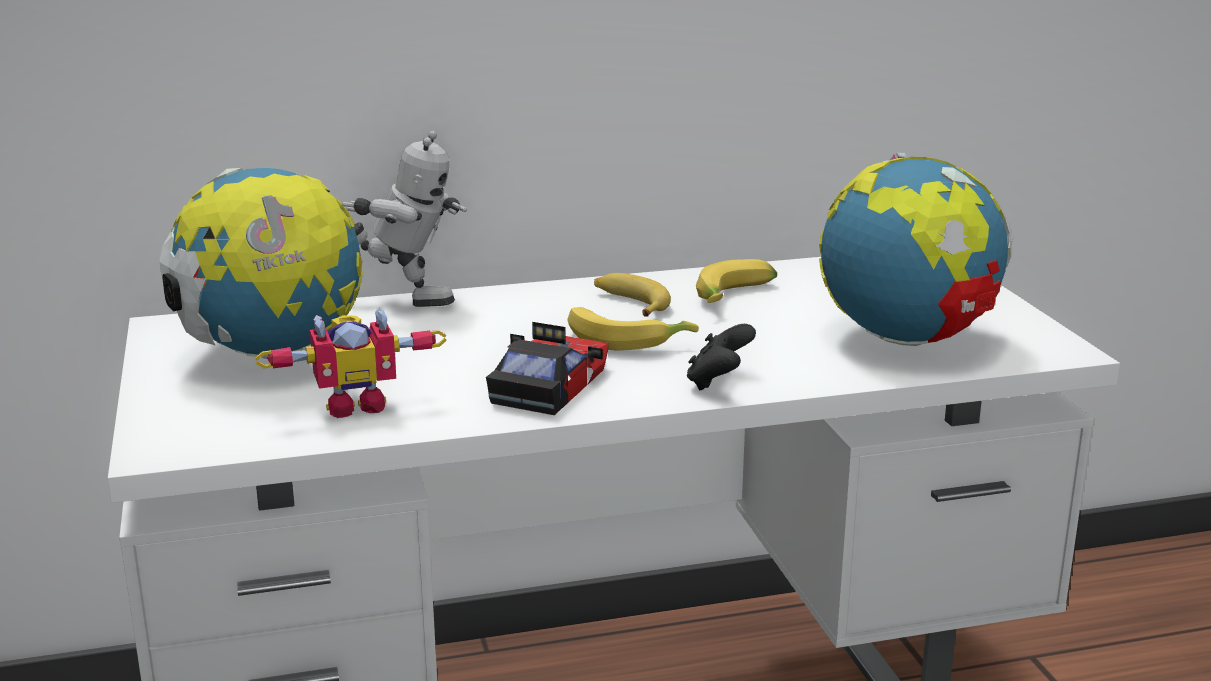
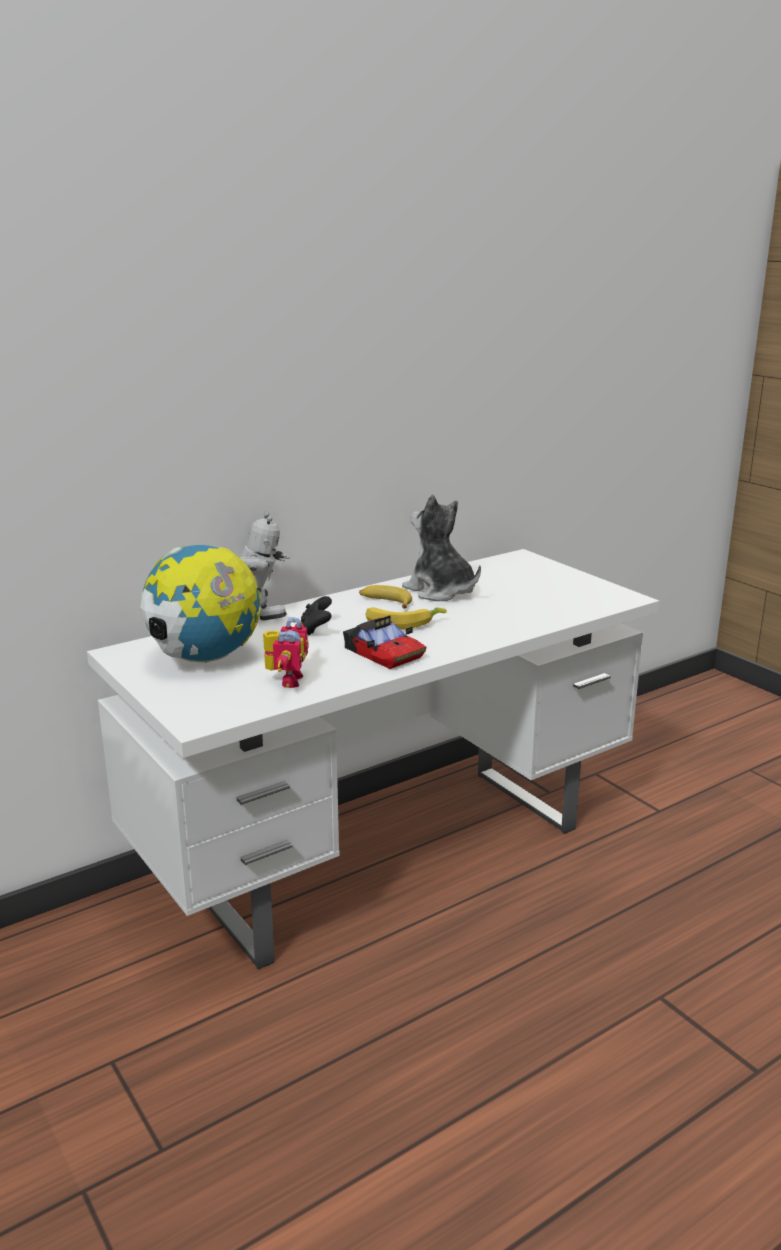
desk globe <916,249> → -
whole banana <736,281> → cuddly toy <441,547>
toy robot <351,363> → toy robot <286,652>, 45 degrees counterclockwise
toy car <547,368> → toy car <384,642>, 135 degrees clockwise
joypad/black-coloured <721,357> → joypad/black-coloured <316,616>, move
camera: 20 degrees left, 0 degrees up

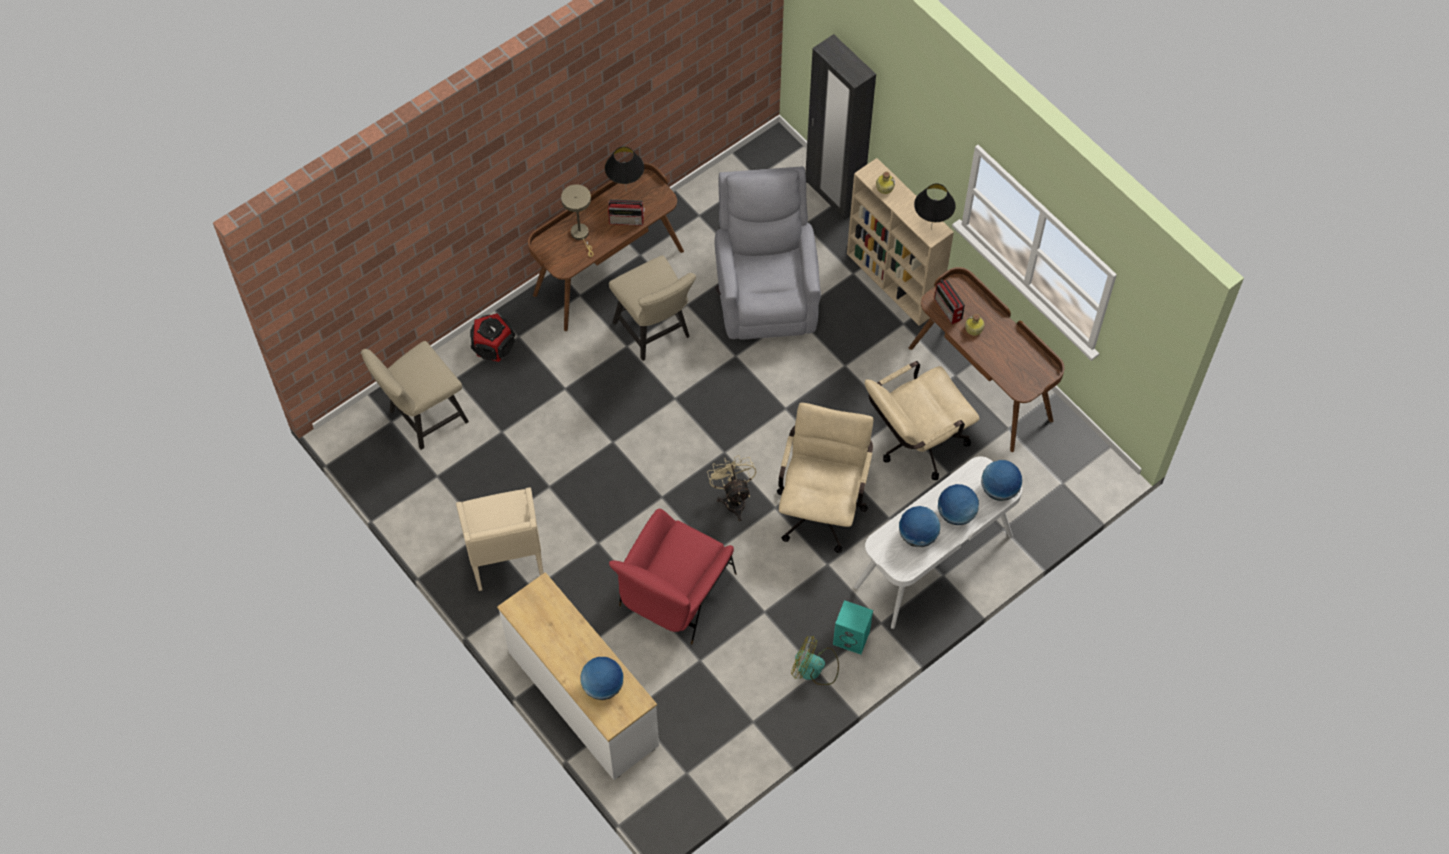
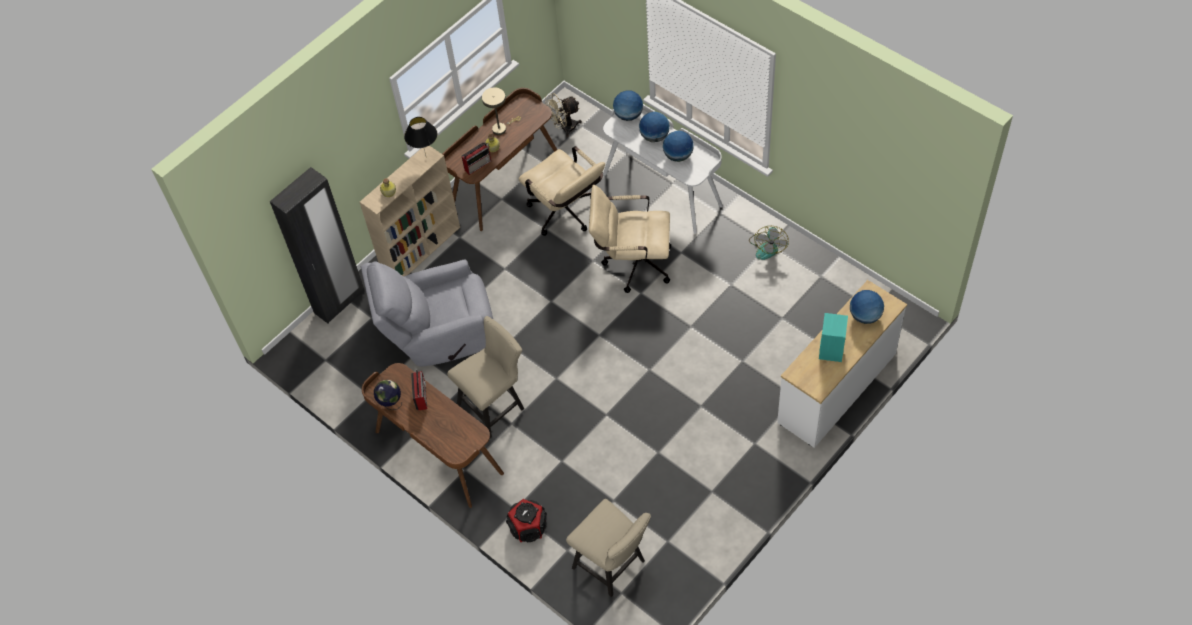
lamp for a table/black-coloured <624,166> → desk globe <388,395>
lamp for a table/sand-coloured <577,220> → lamp for a table/sand-coloured <501,111>, move
fan/sand-coloured <731,488> → fan/sand-coloured <563,115>, move
lounge chair/sand-coloured <499,539> → -
lounge chair/red <673,577> → -
audio speaker/turquoise <853,627> → audio speaker/turquoise <833,337>, move
camera: 95 degrees left, 5 degrees down

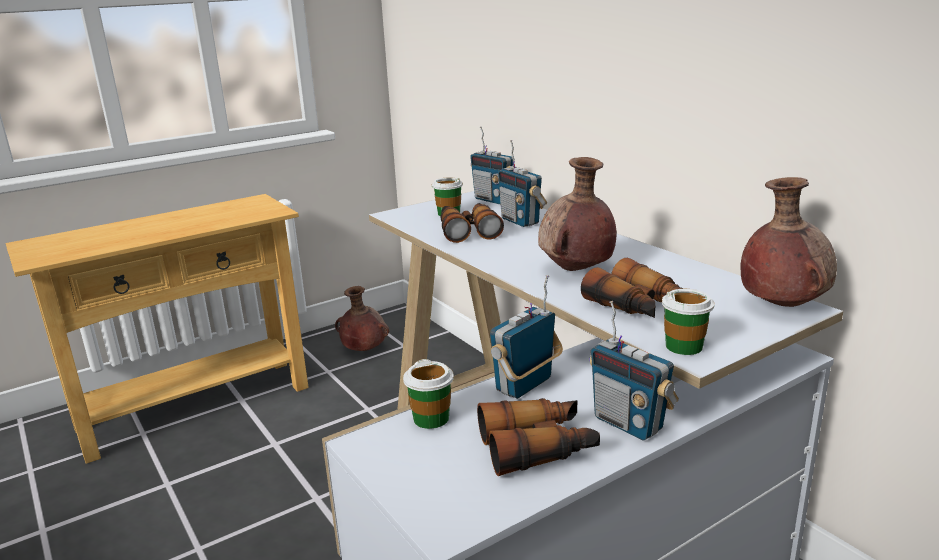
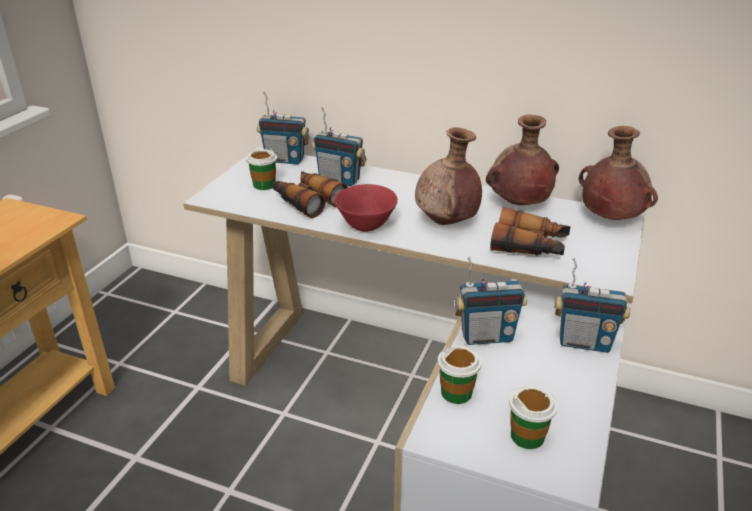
radio <526,337> → radio <490,300>, 105 degrees counterclockwise
flower vase/brownish <362,318> → flower vase/brownish <522,159>, move
drinking cup <688,322> → drinking cup <533,417>, move
pair of binoculars <538,437> → -
- → deep dish/red <366,208>
camera: 35 degrees left, 10 degrees up

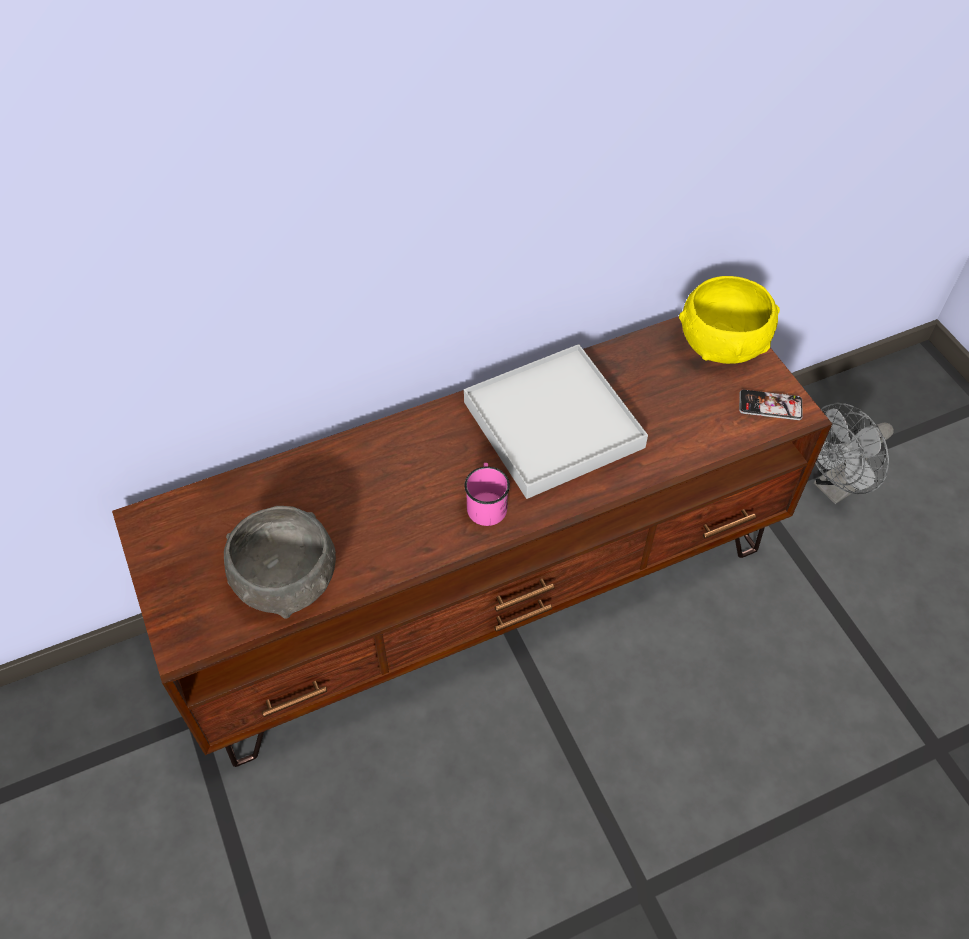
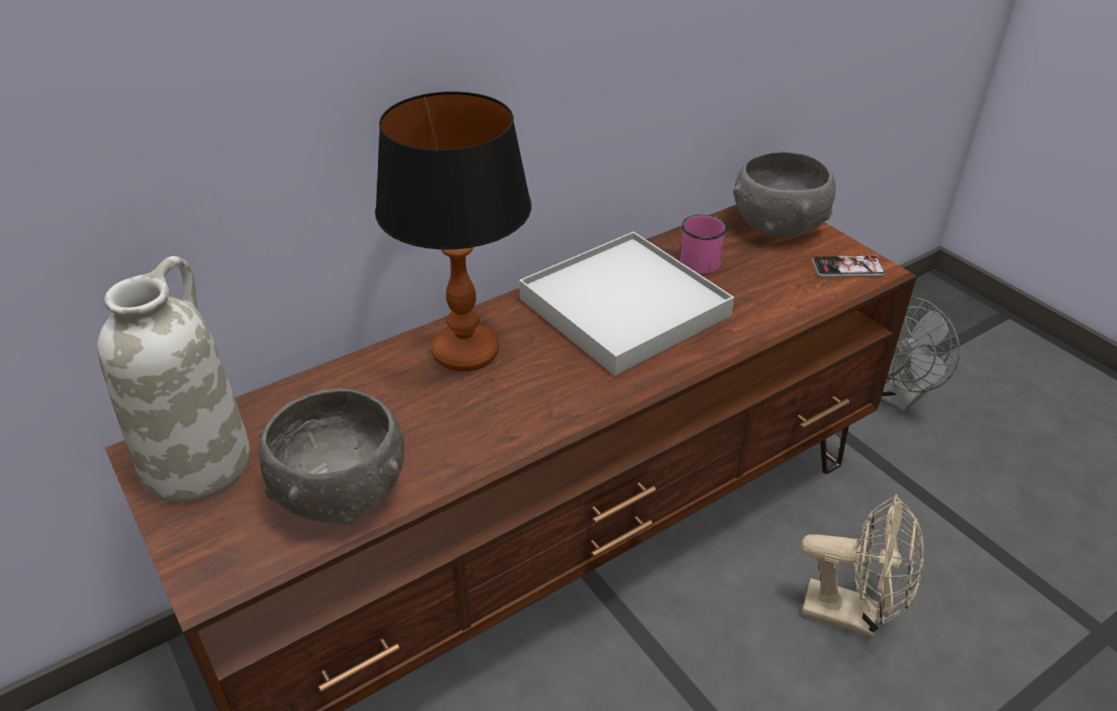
deep dish/yellowish <729,320> → deep dish/gray <784,194>
coffee mug/pink-coloured <487,494> → coffee mug/pink-coloured <703,244>, move
- → lamp for a table <453,231>
- → flower vase/whitish <174,379>
- → fan/sand-coloured <862,565>
camera: 10 degrees left, 15 degrees down

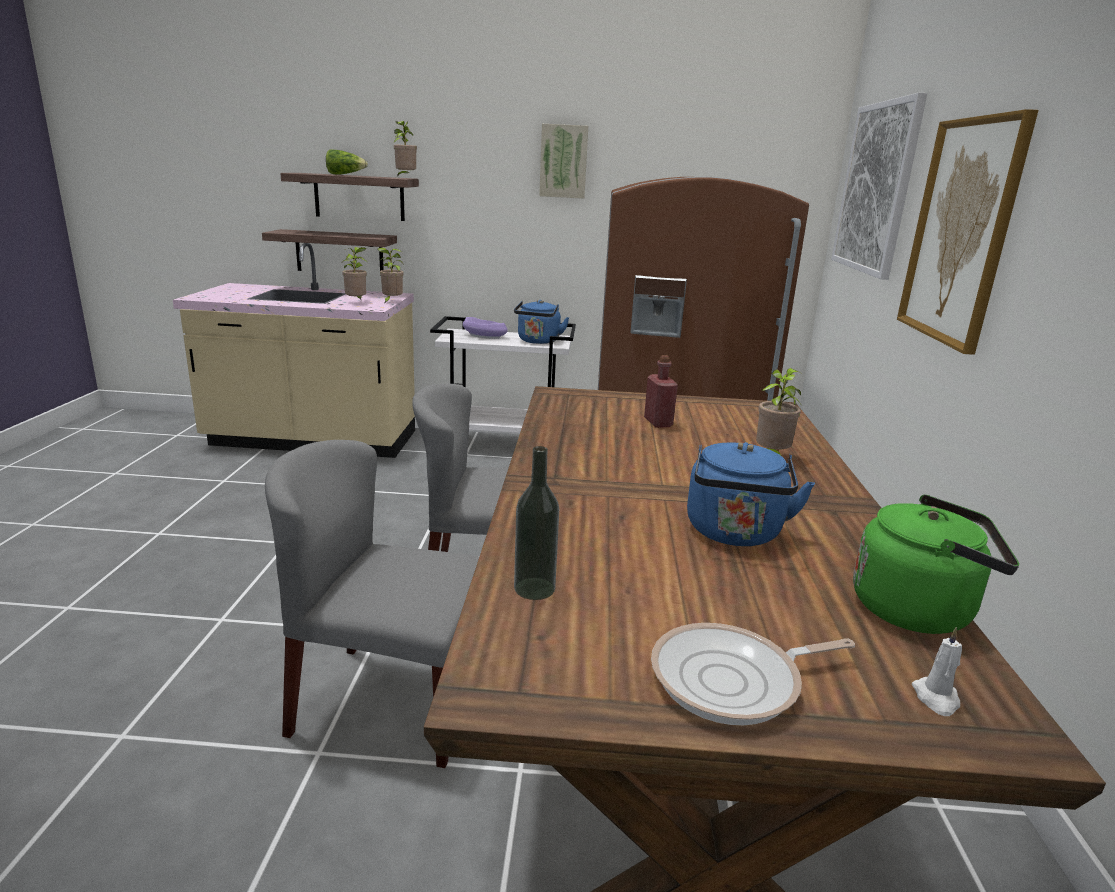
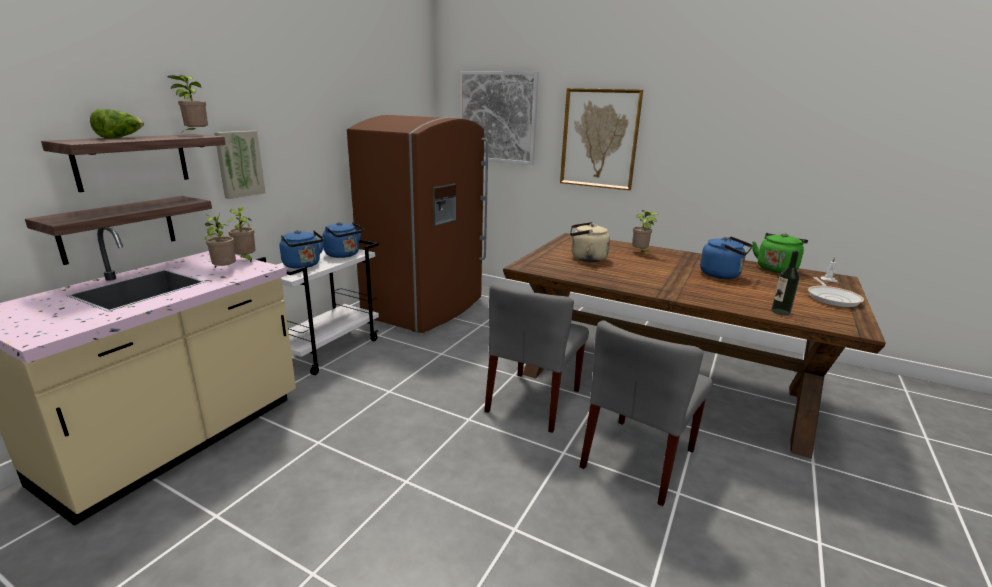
wall art <563,161> → wall art <239,165>, move
deep dish/purplish <485,328> → kettle/blue <301,249>
bottle/red <661,391> → kettle/sand-coloured <590,242>
camera: 65 degrees left, 0 degrees up

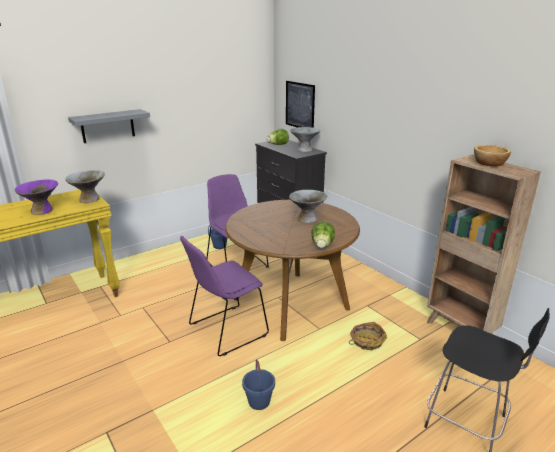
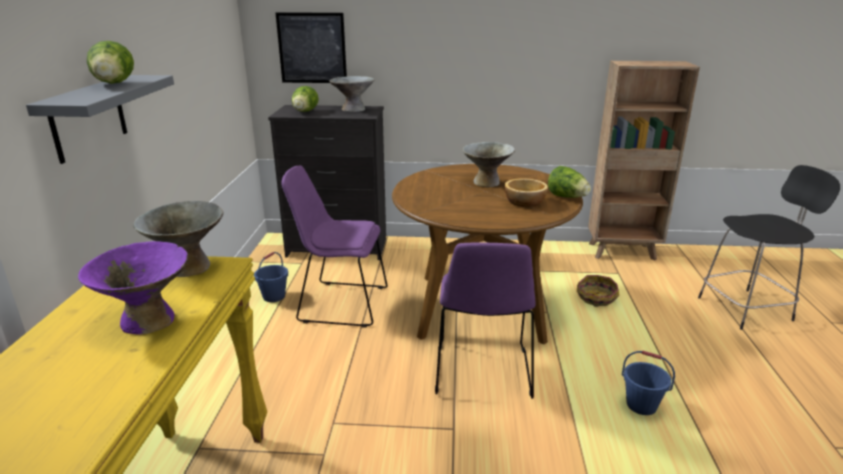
deep dish <492,155> → deep dish <526,192>, move
- → lettuce <110,62>
camera: 50 degrees left, 0 degrees up

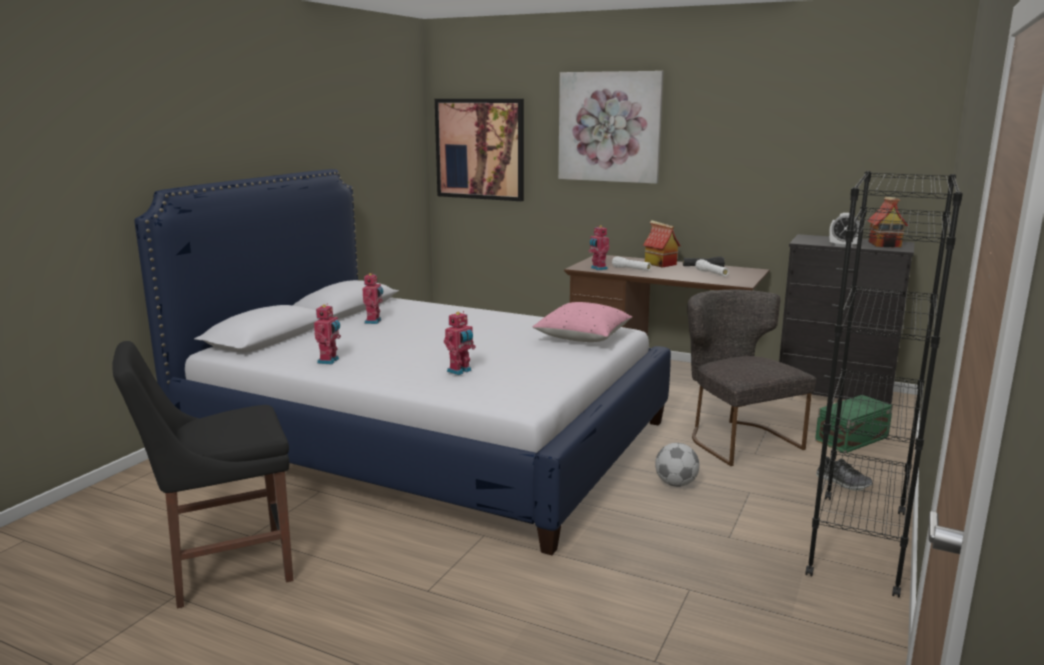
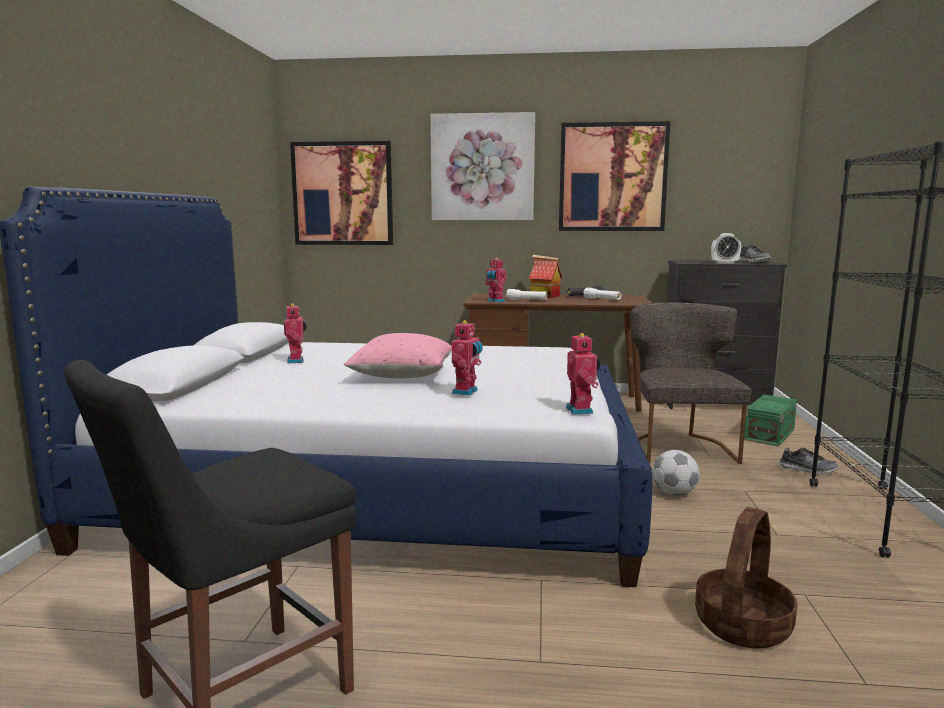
toy house <887,222> → item of footwear <754,253>
chair/gray <751,378> → chair/gray <691,383>, 45 degrees clockwise
cushion/pink-coloured <582,322> → cushion/pink-coloured <398,355>, move
toy robot <327,334> → toy robot <583,374>, move
- → wall art <615,176>
- → basket <746,577>
camera: 20 degrees left, 5 degrees down

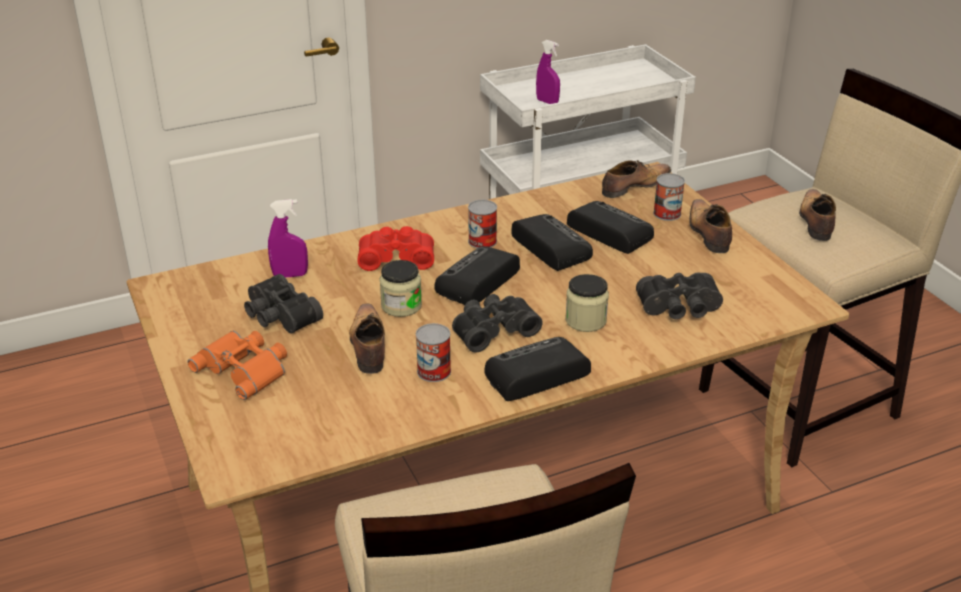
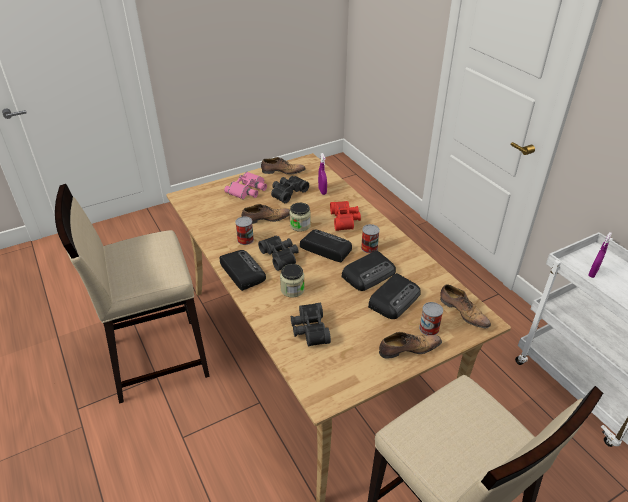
item of footwear <817,215> → item of footwear <283,166>, move
pair of binoculars/orangey <237,365> → pair of binoculars/pink-coloured <245,185>
camera: 85 degrees right, 5 degrees up

